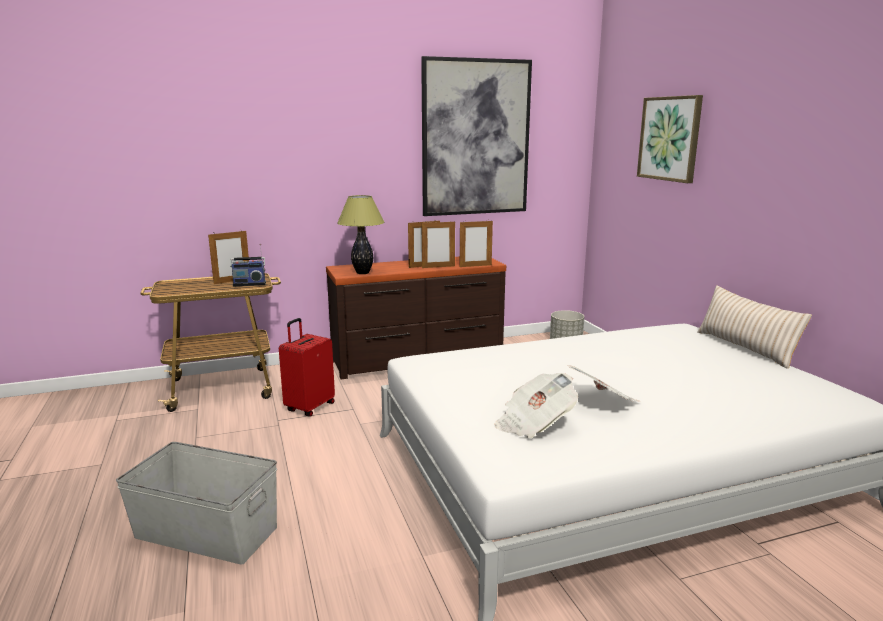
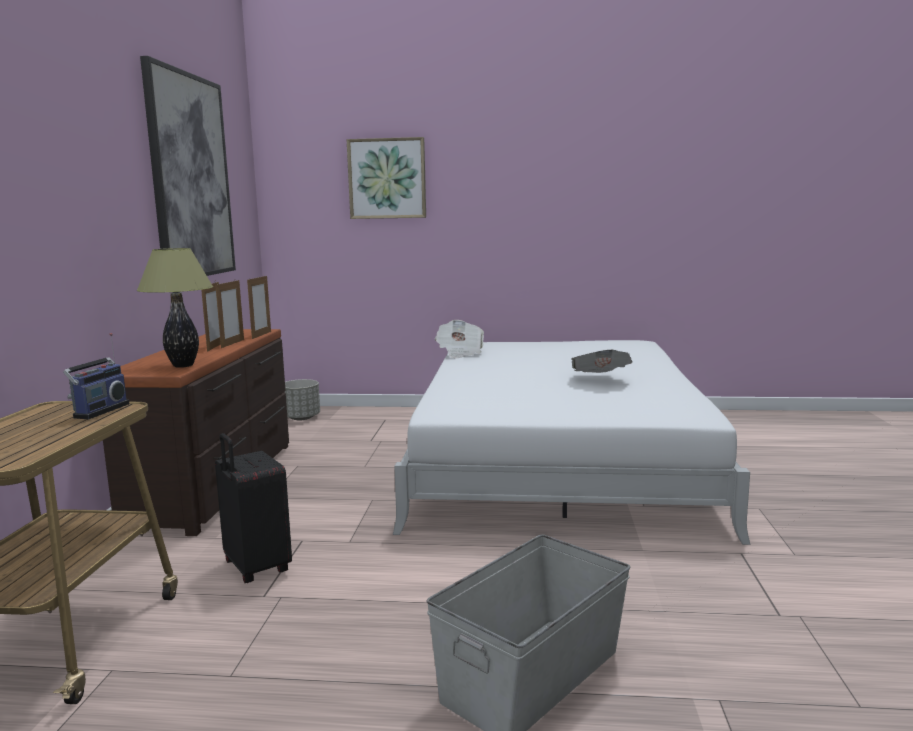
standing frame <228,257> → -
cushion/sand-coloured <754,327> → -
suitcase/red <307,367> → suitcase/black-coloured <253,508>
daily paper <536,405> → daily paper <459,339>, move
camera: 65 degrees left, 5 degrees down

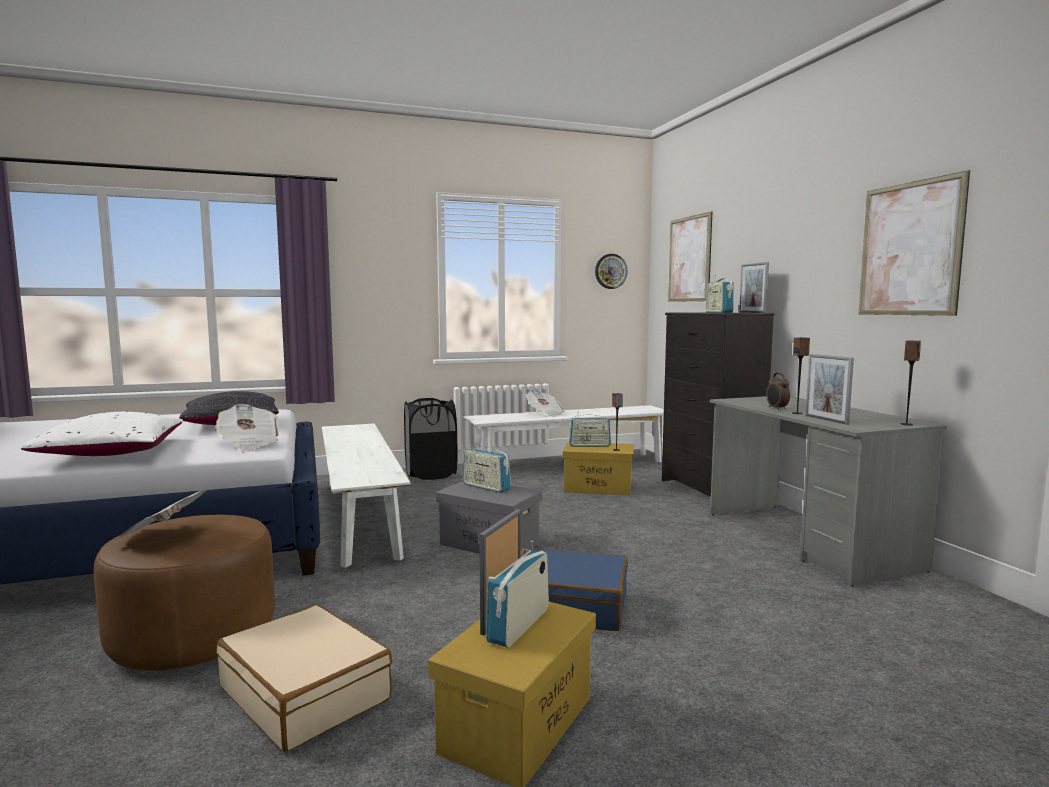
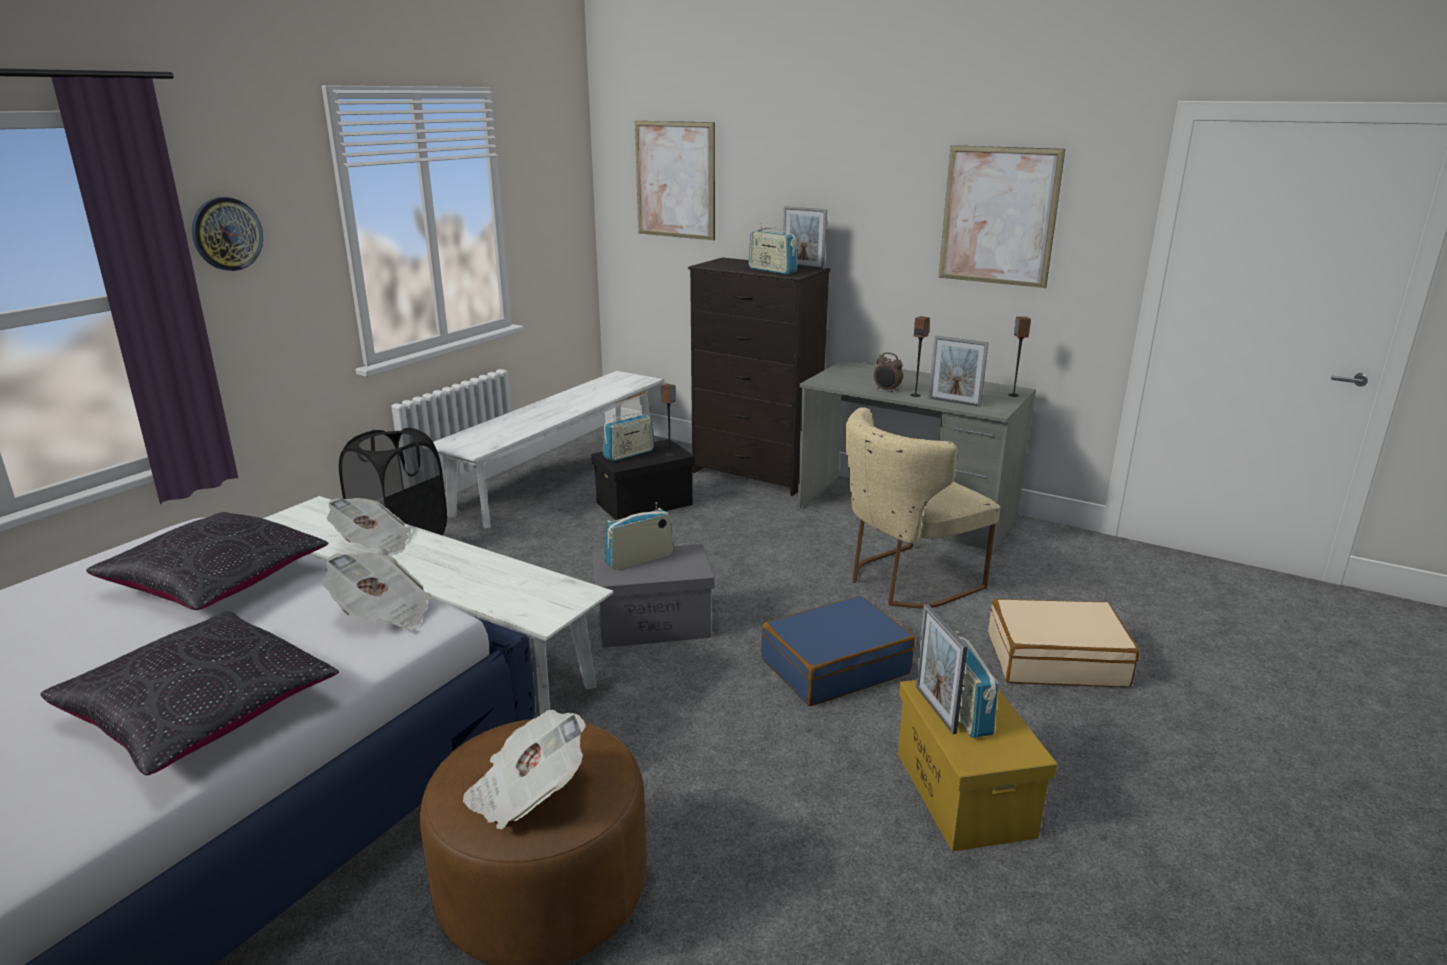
clock on the wall <611,271> → clock on the wall <227,234>, move
daily paper <545,403> → daily paper <369,525>, move
cushion/whitish <102,434> → cushion/black-coloured <190,693>
radio <487,467> → radio <639,536>, 150 degrees clockwise
storage box/yellowish <598,469> → storage box/black-coloured <643,479>
suitcase/sand-coloured <304,678> → suitcase/sand-coloured <1063,643>, move
- → chair/sand-coloured <922,507>
camera: 40 degrees left, 15 degrees up

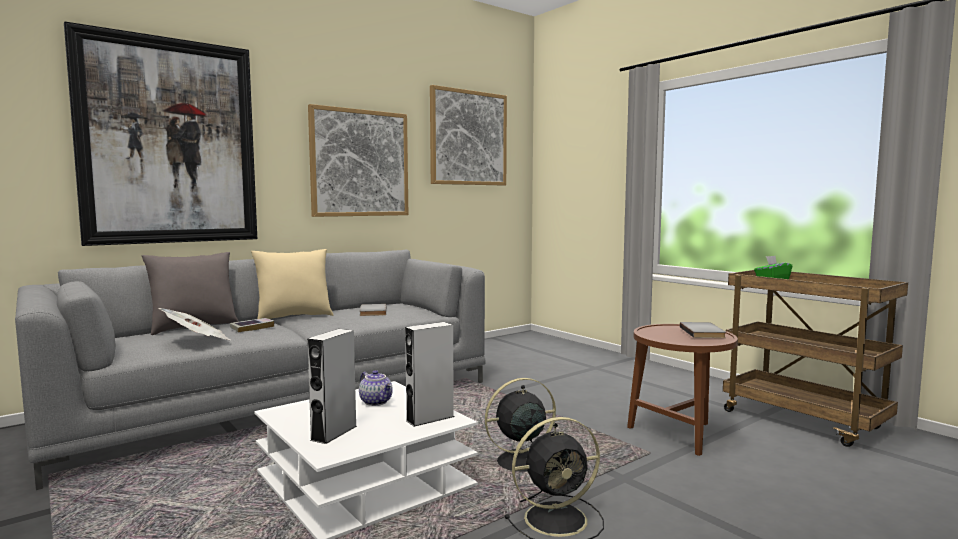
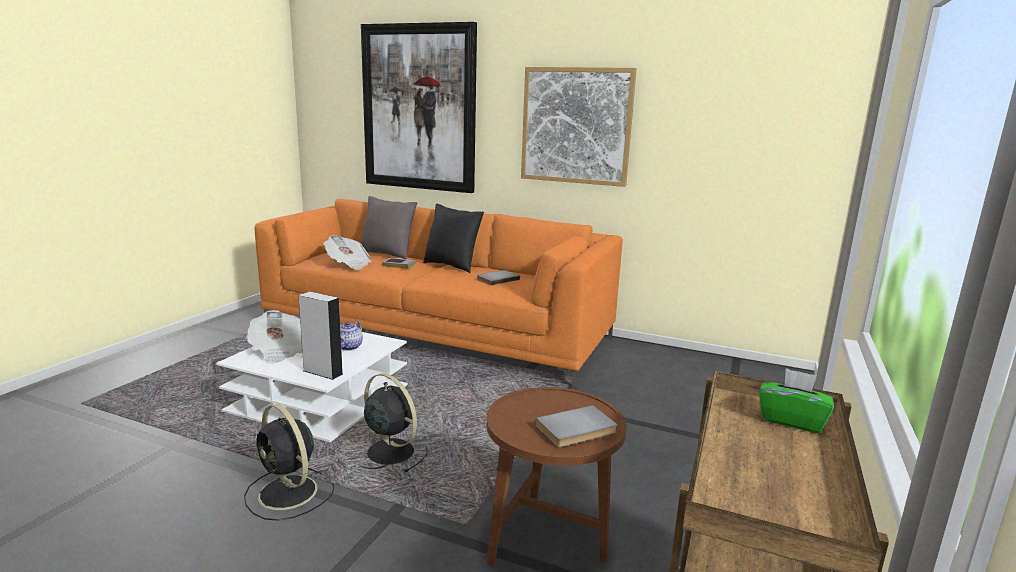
wall art <468,135> → -
cushion/sand-coloured <292,284> → cushion/black-coloured <453,238>
sofa/gray <250,370> → sofa/orangey <439,293>
audio speaker/gray <332,386> → daily paper <274,337>
camera: 60 degrees right, 10 degrees up

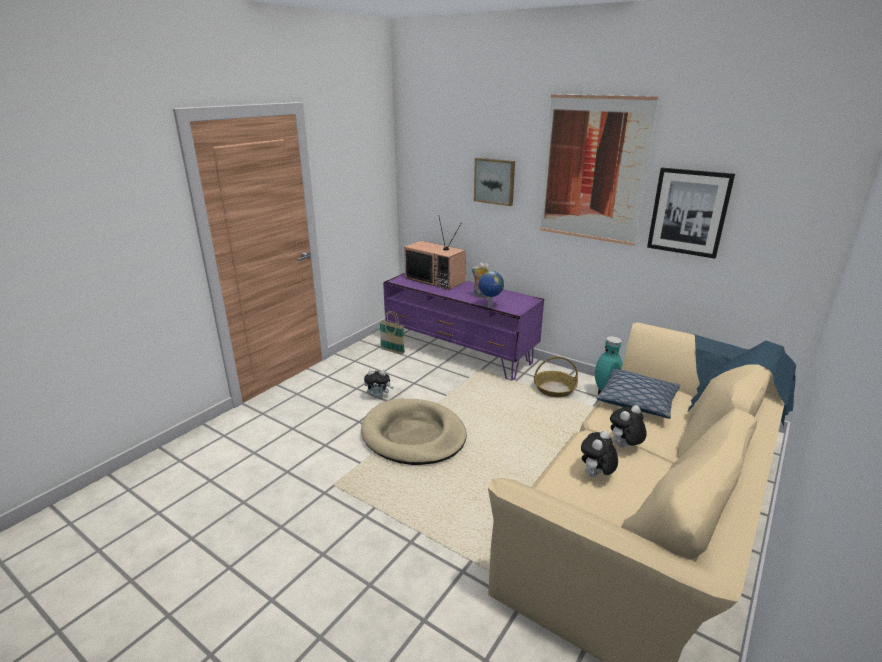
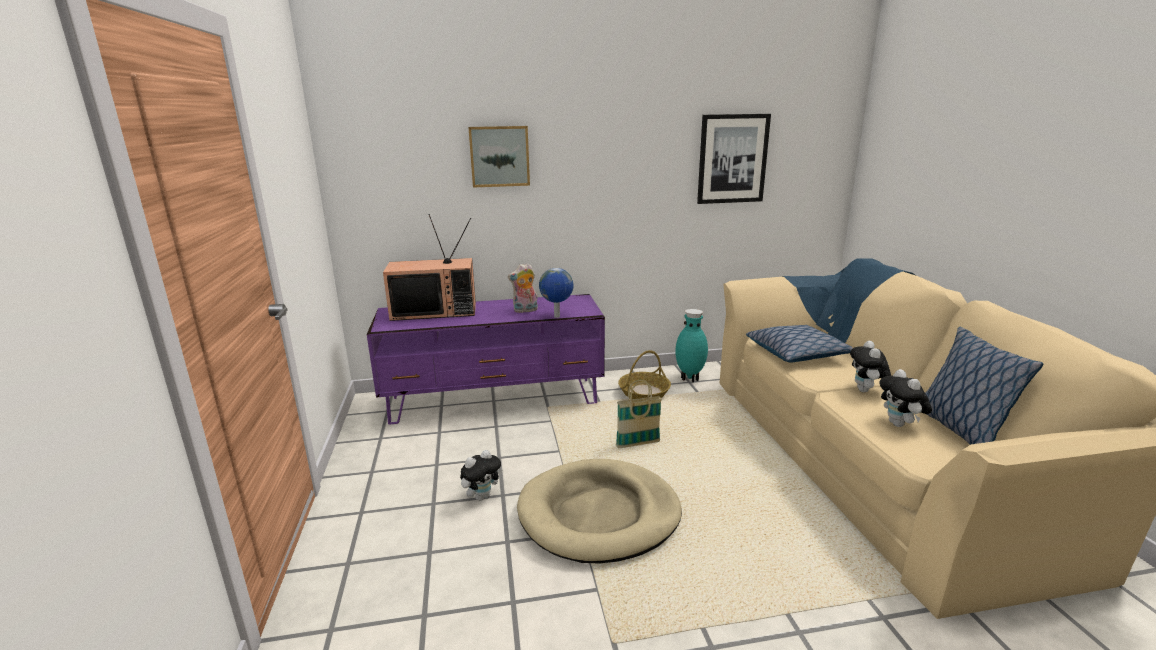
wall art <599,170> → -
basket <392,332> → basket <639,414>, move
- → cushion <984,386>
camera: 45 degrees left, 5 degrees down

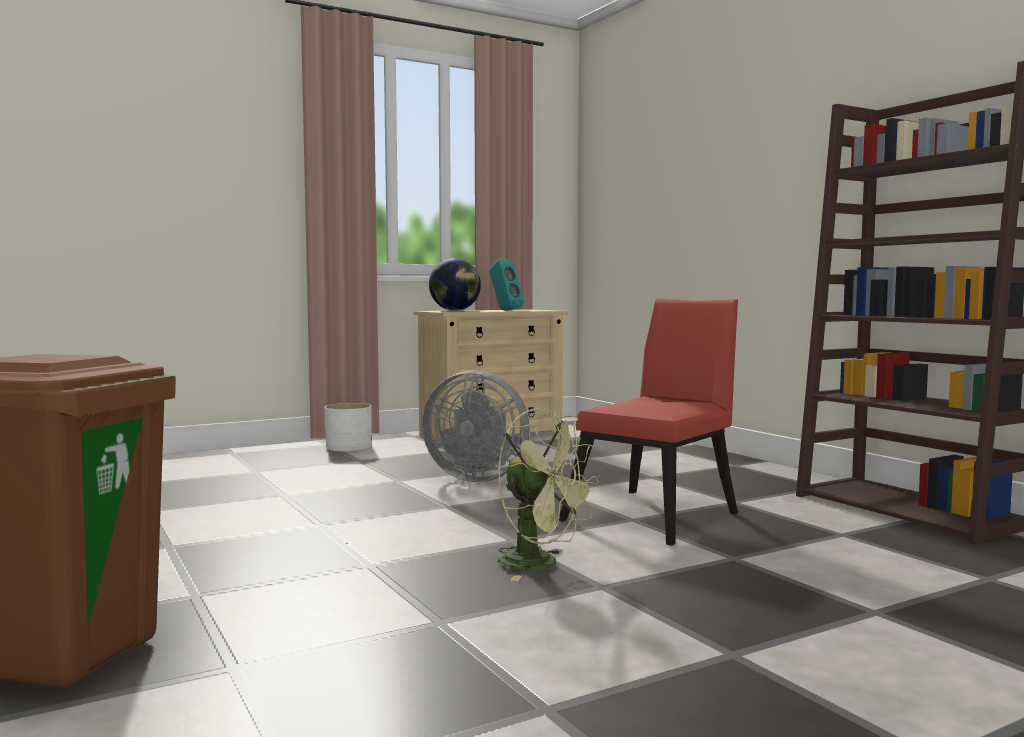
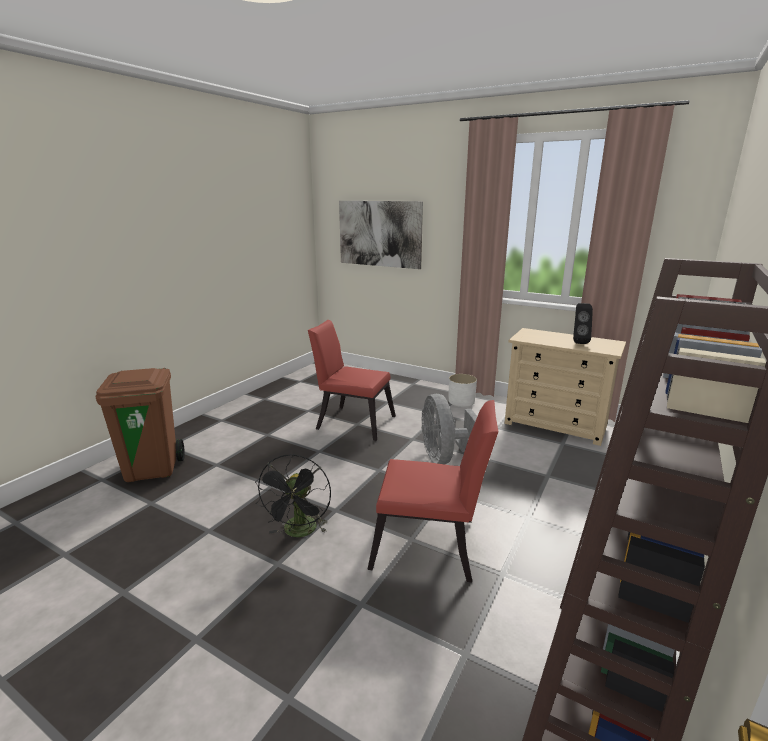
desk globe <455,284> → -
audio speaker/turquoise <506,285> → audio speaker/black-coloured <583,323>
fan/green-coloured <548,494> → fan/black-coloured <293,495>
- → wall art <381,235>
- → chair/red <352,380>
camera: 60 degrees right, 15 degrees up

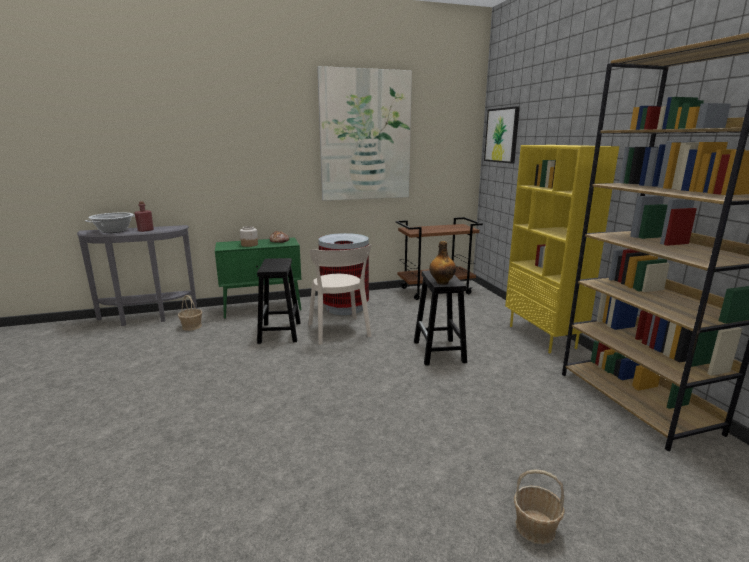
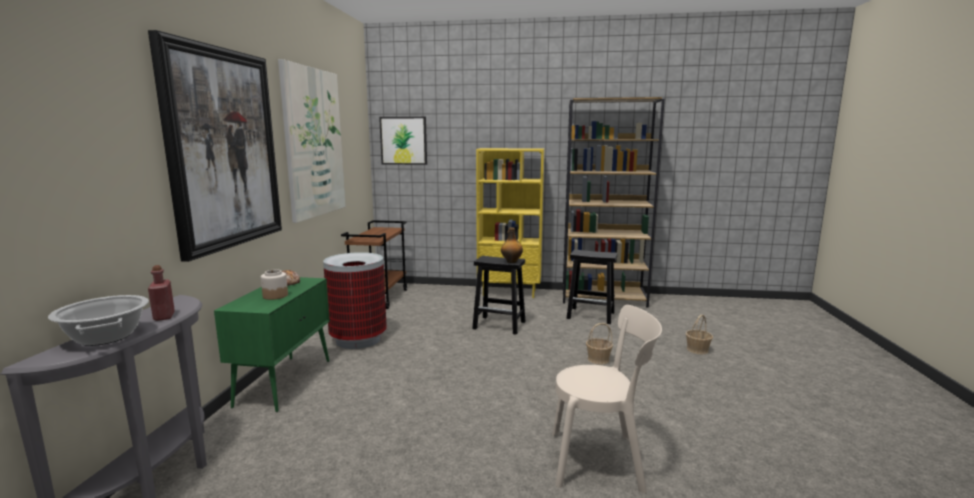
chair/sand-coloured <340,294> → chair/sand-coloured <607,399>, move
stool/black-coloured <279,301> → stool/black-coloured <592,286>, move
basket <190,313> → basket <599,344>, move
- → wall art <215,146>
camera: 65 degrees left, 5 degrees down

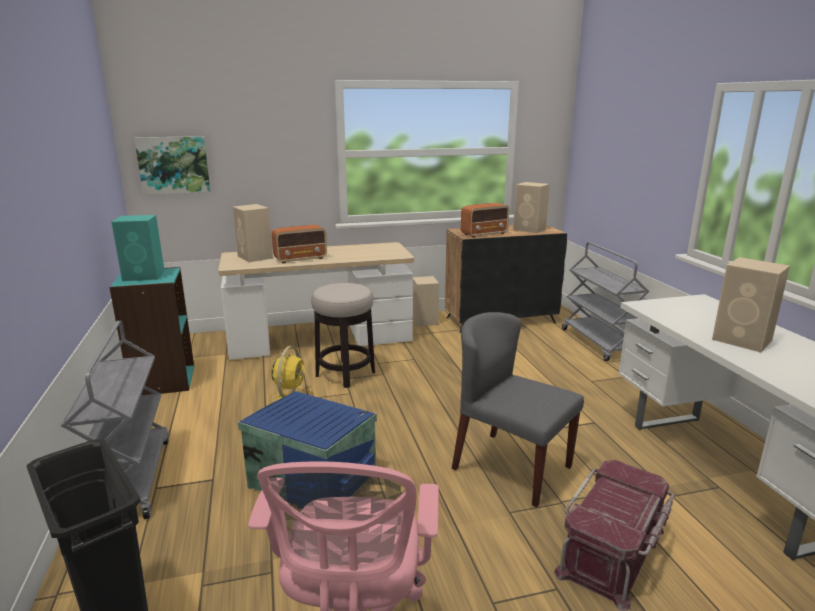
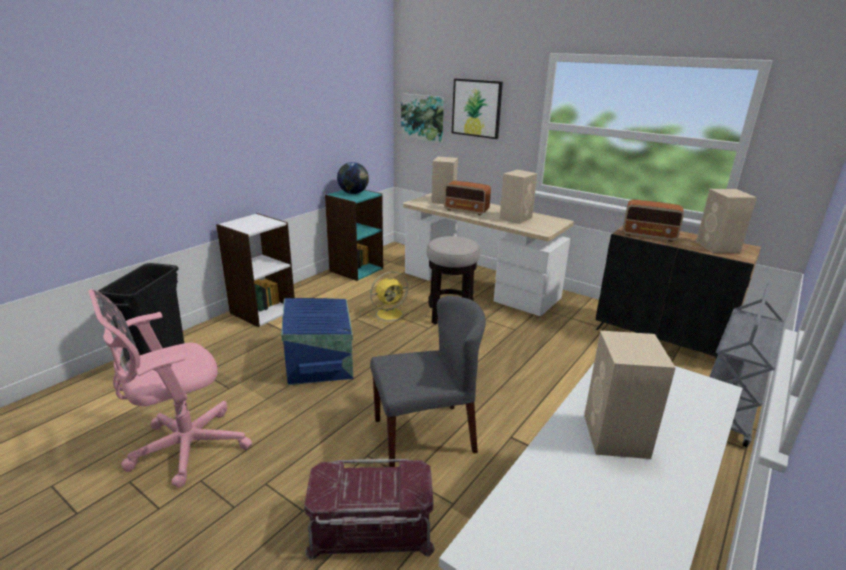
audio speaker/turquoise <138,248> → desk globe <353,178>
audio speaker/sand-coloured <426,301> → audio speaker/sand-coloured <518,197>, move
chair/gray <518,409> → chair/gray <428,381>, 75 degrees clockwise
cart/gray <115,420> → shelving unit/whitish <255,270>
- → wall art <477,109>
camera: 50 degrees right, 5 degrees up

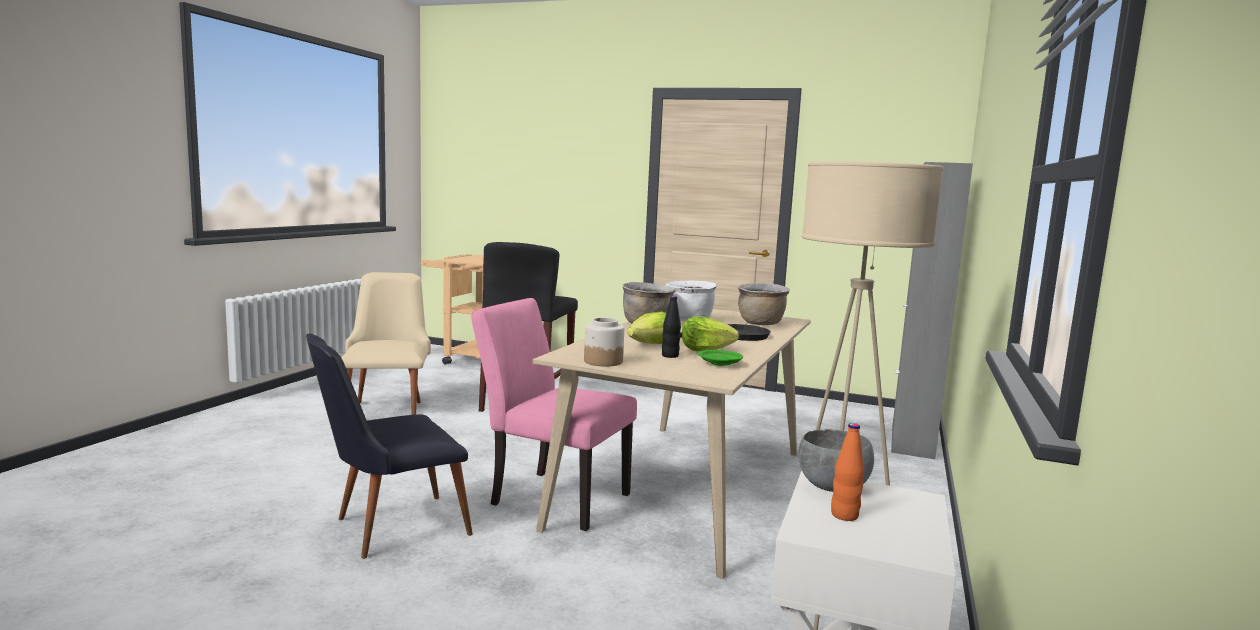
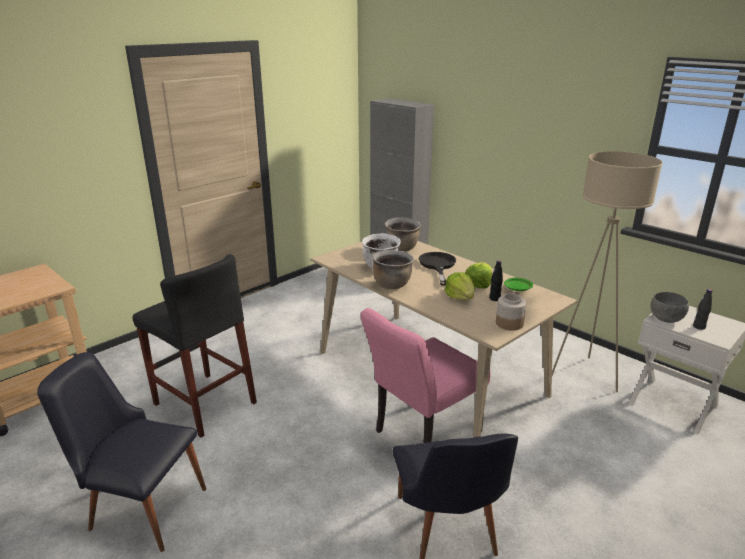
chair/sand-coloured <386,343> → chair/black-coloured <121,452>
bottle/orangey <847,472> → bottle/black-coloured <702,309>
camera: 65 degrees left, 15 degrees up

